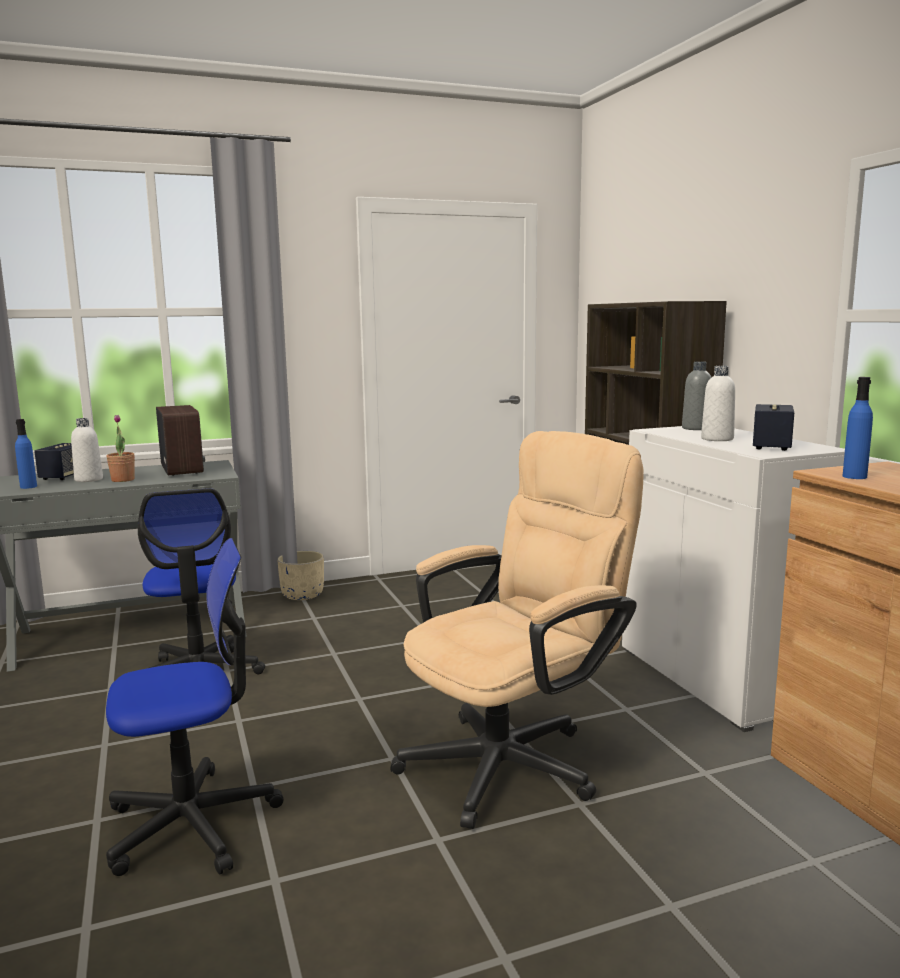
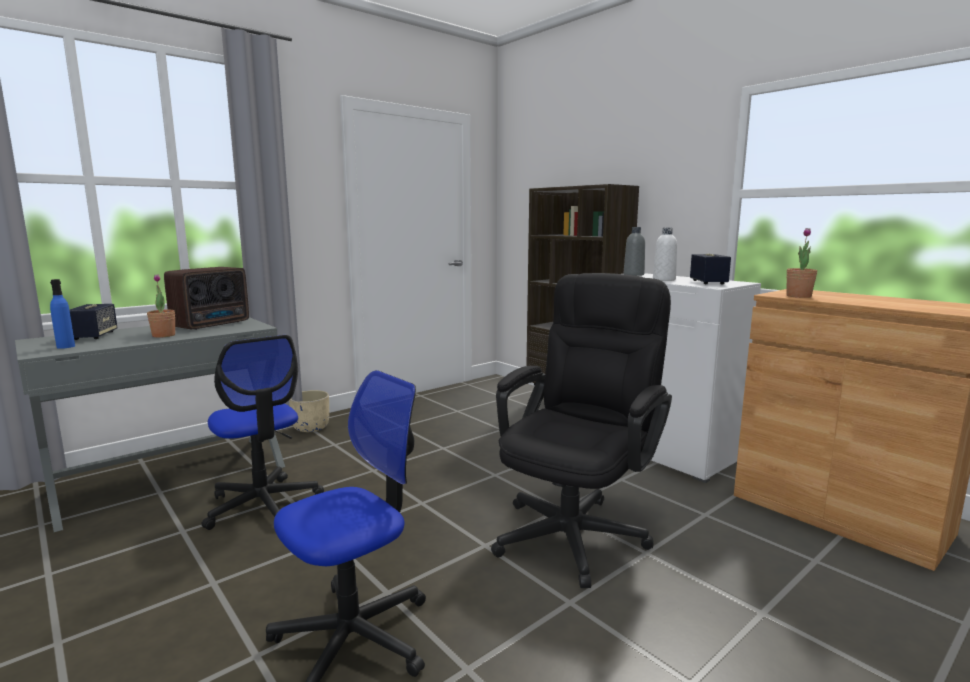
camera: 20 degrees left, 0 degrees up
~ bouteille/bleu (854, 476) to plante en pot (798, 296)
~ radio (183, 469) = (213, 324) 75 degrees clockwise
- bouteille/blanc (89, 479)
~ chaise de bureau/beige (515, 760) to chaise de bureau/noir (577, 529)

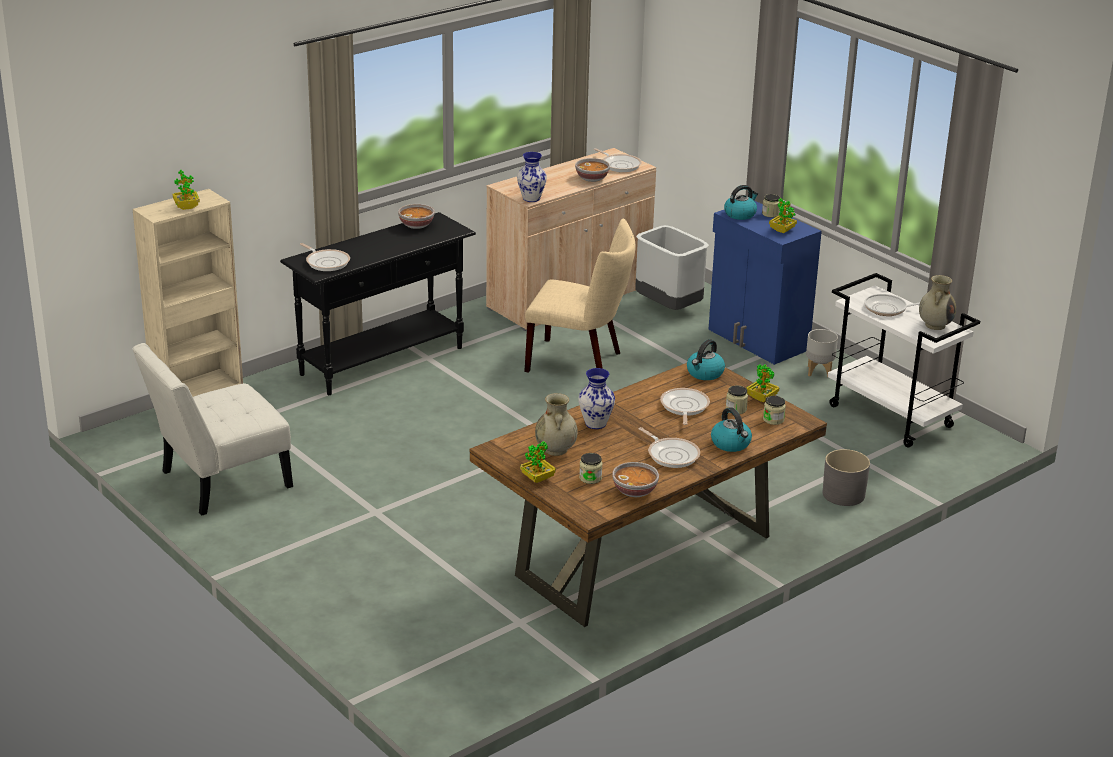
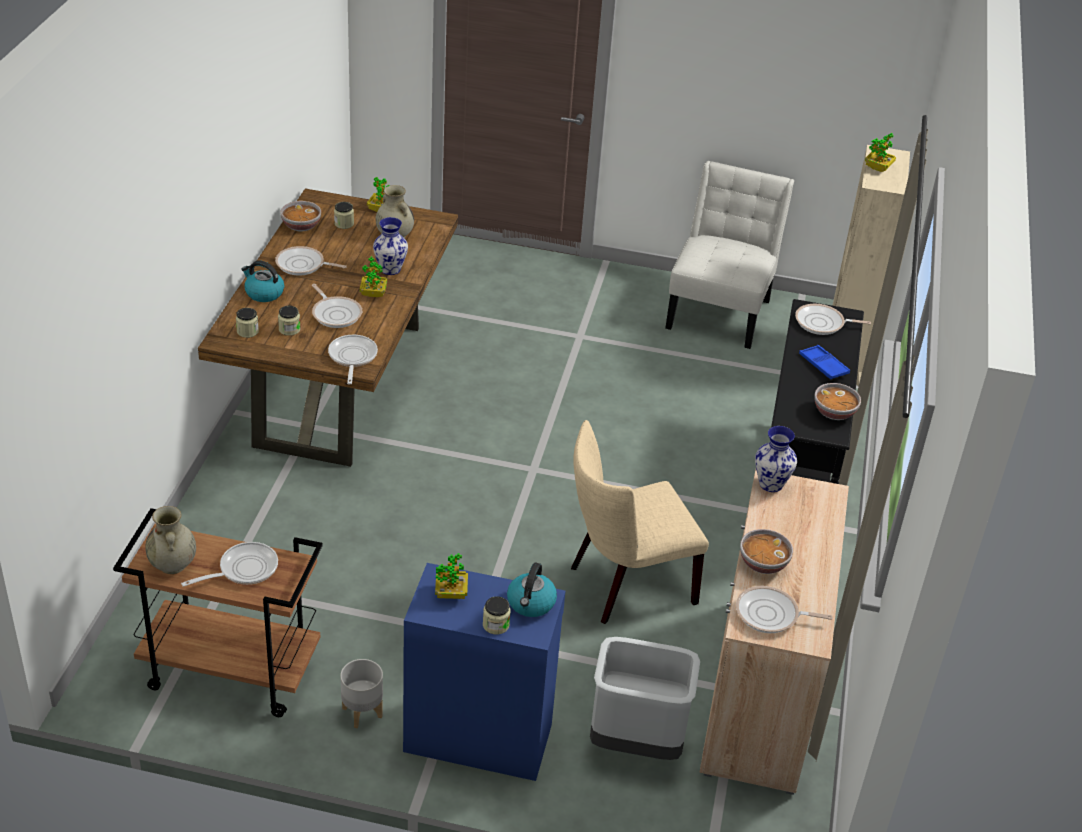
camera: 140 degrees right, 10 degrees up
~ chariot/blanc (892, 416) to chariot/marron (229, 672)
~ bouilloire (705, 373) to poêle (352, 358)
~ plante en pot (762, 398) to (373, 293)
- cache-pot/gris (843, 494)
+ plateau/bleu (823, 365)

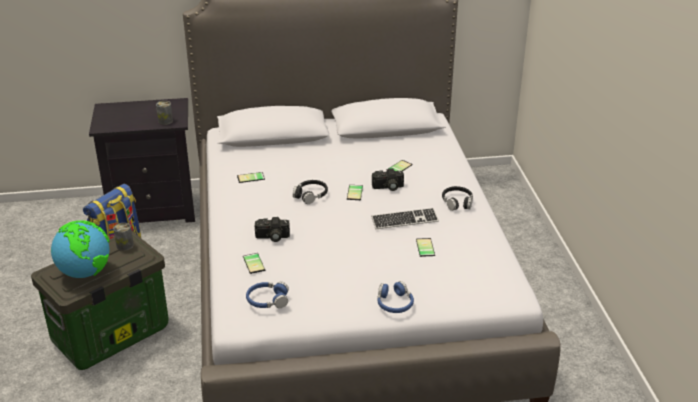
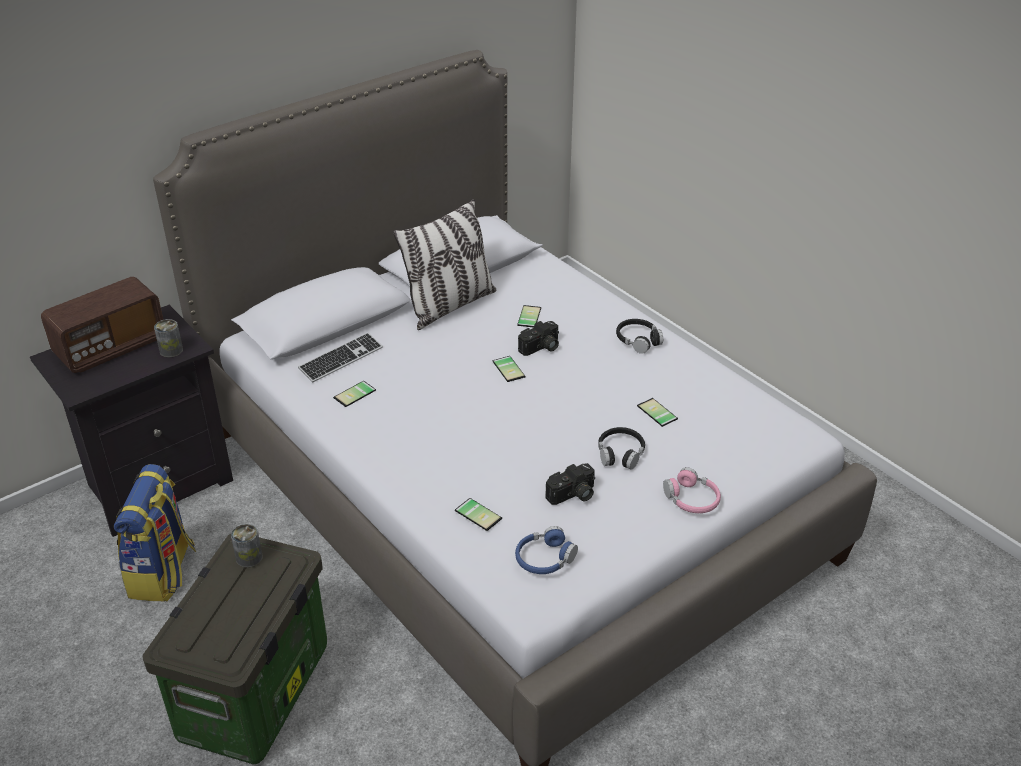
camera: 30 degrees left, 5 degrees up
~ casque audio/noir (311, 195) to (620, 453)
~ clavier (404, 220) to (341, 359)
~ appareil photo (272, 237) to (573, 495)
- globe (85, 272)
~ casque audio/bleu (394, 303) to casque audio/rose (691, 499)
+ coussin (449, 306)
+ radio (111, 347)

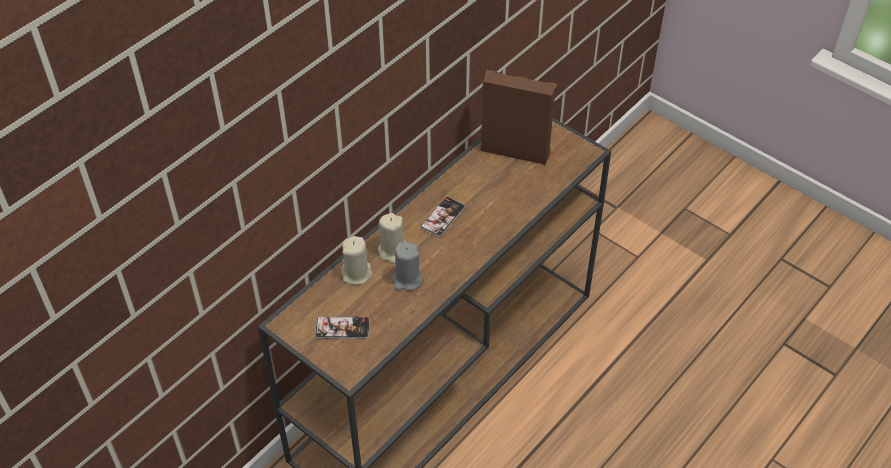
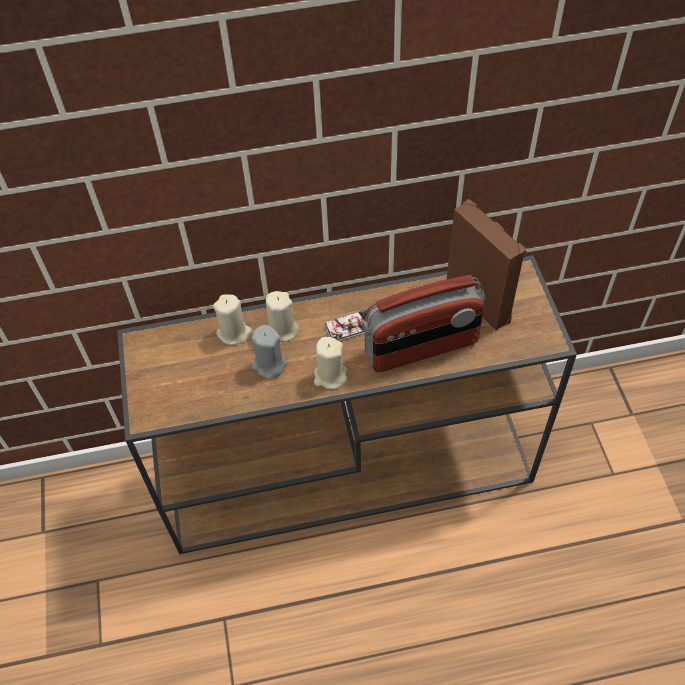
camera: 40 degrees right, 5 degrees up
- téléphone (342, 328)
+ radio (421, 348)
+ bougie/beige (330, 376)

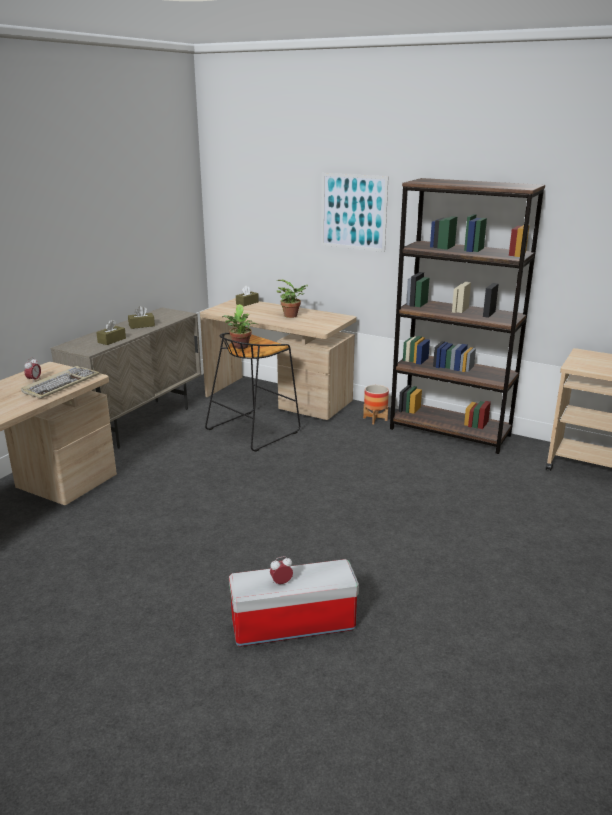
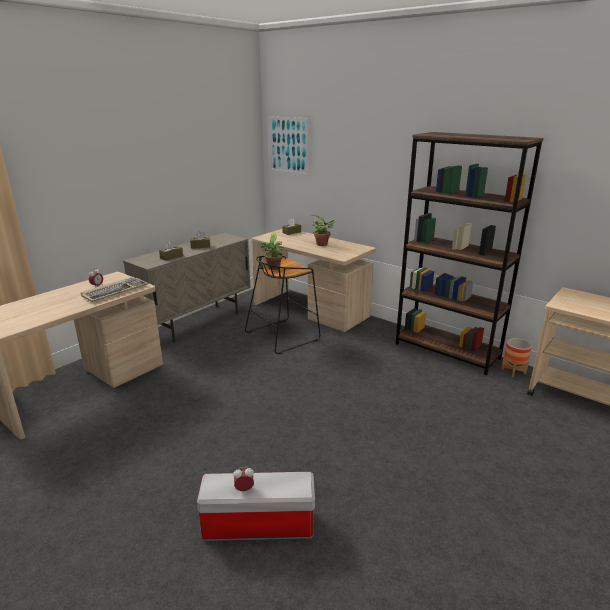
camera: 10 degrees right, 0 degrees up
~ tableau (353, 212) to (288, 145)
~ cache-pot (375, 419) to (513, 371)

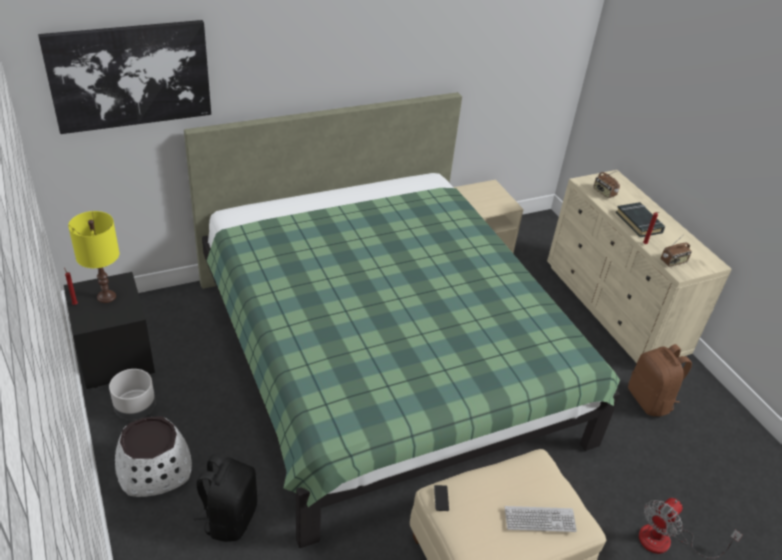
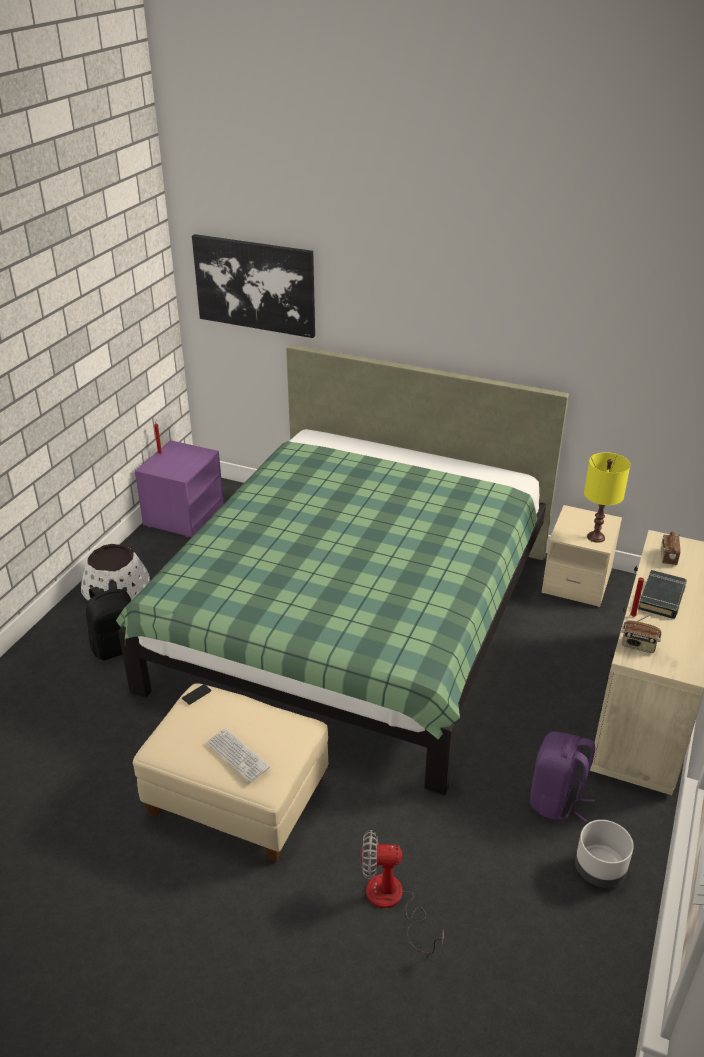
camera: 50 degrees right, 5 degrees down
~ lampe de table/jaune (106, 296) to (596, 537)
~ table de chevet/noir (114, 355) to table de chevet/violet (183, 514)
~ sac à dos/marron (650, 400) to sac à dos/violet (557, 800)
~ cache-pot/gris (135, 407) to (599, 869)

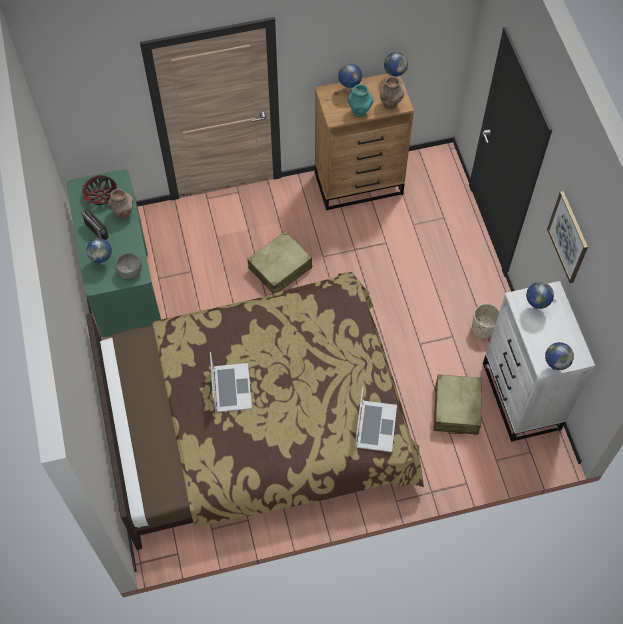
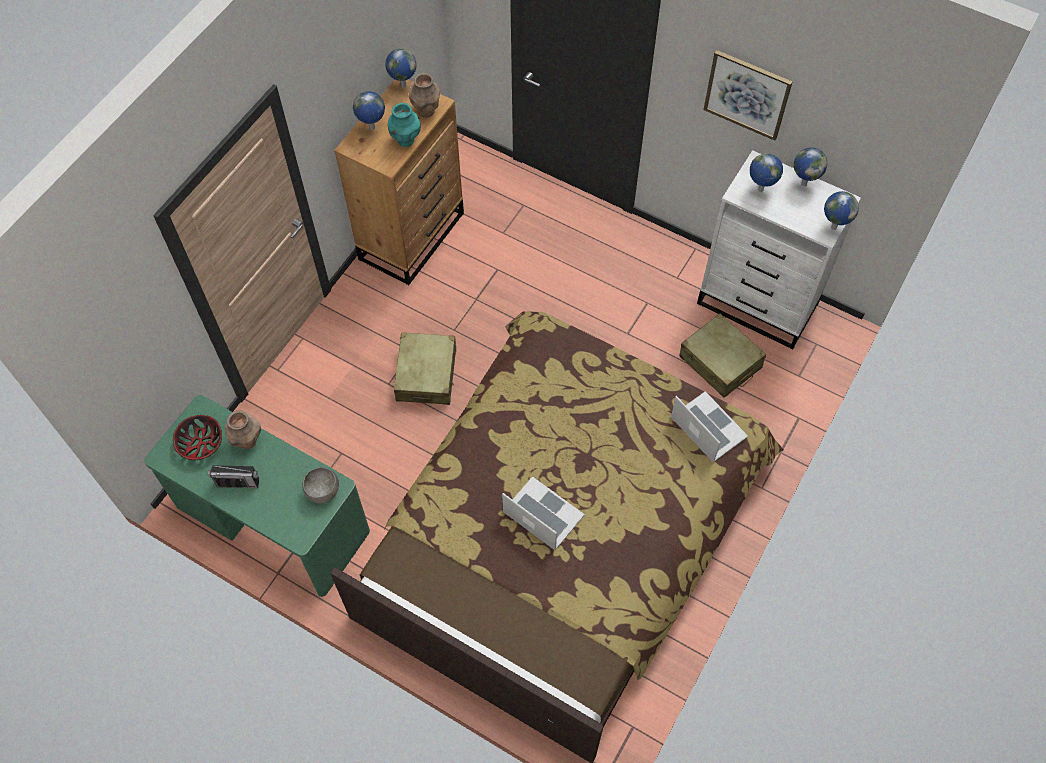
camera: 45 degrees left, 0 degrees up
~ globe (103, 262) to (803, 183)
- cache-pot/beige (483, 328)

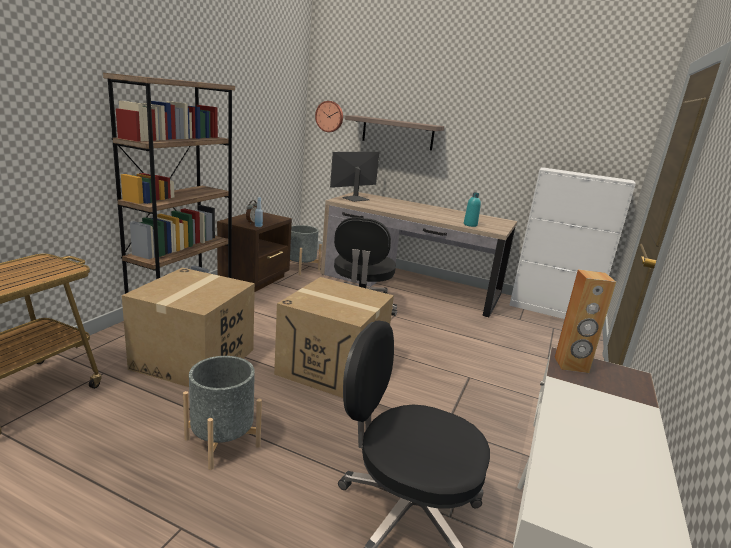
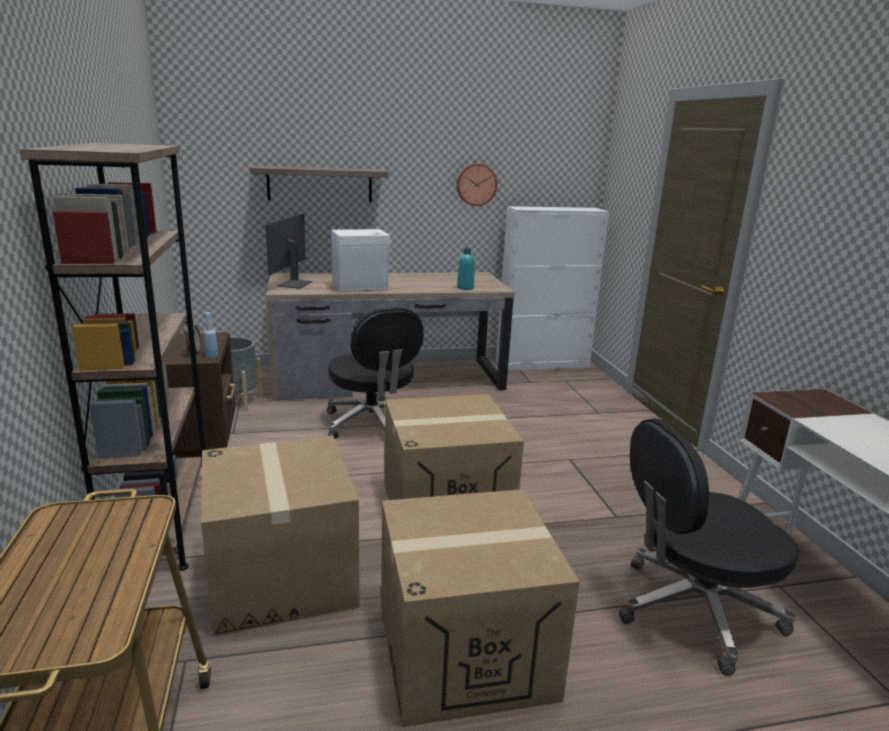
camera: 35 degrees left, 0 degrees up
~ horloge murale (329, 116) to (476, 184)
- enceinte/marron (571, 365)
~ cache-pot/gris (222, 442) to carton (465, 650)
+ enceinte/blanc (361, 287)

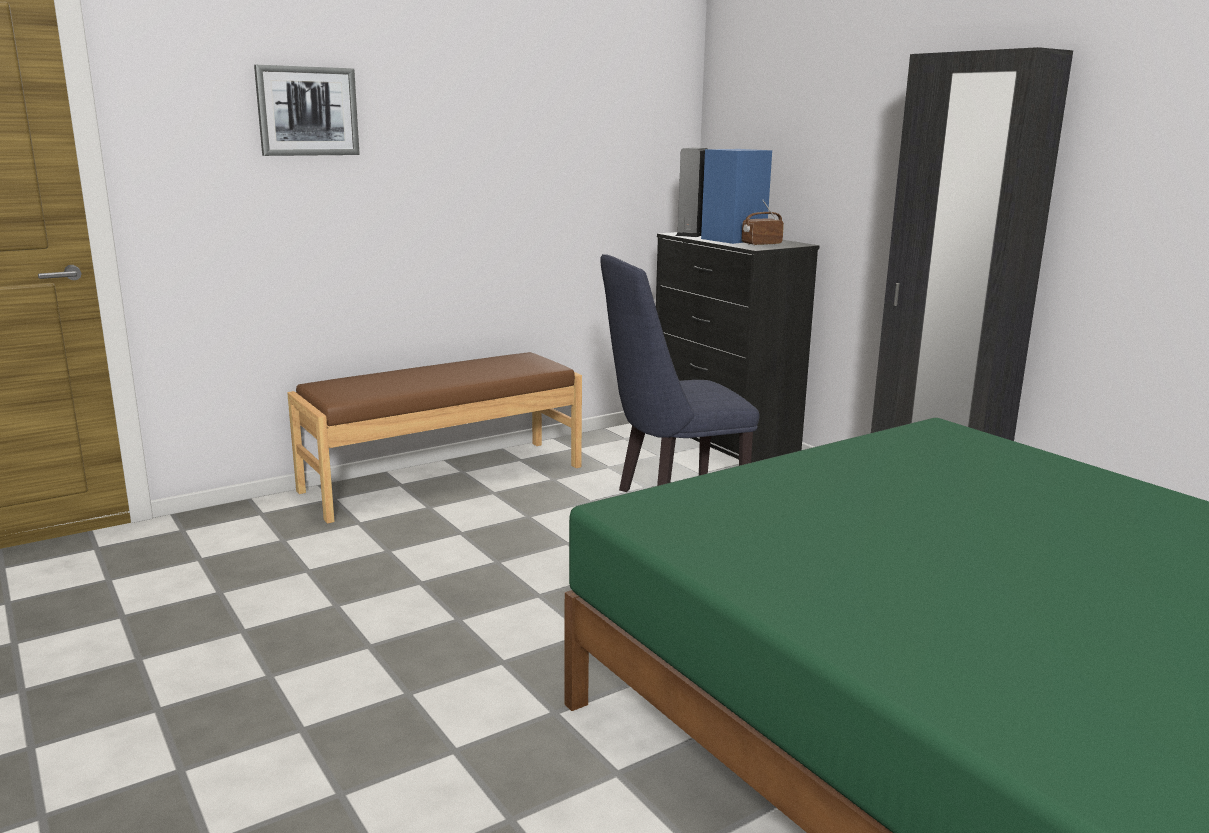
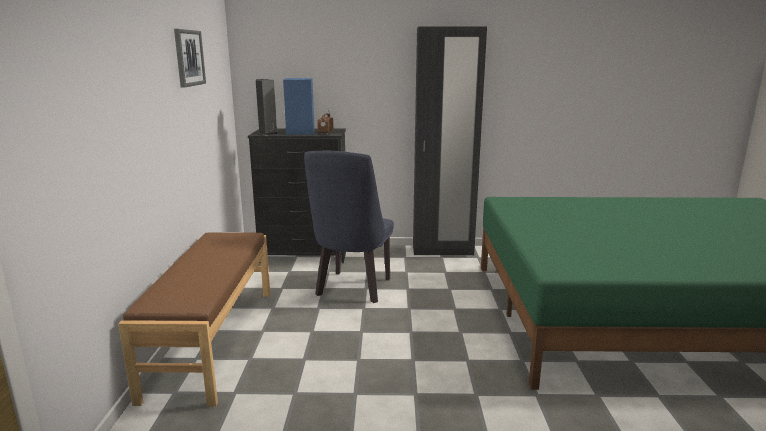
camera: 55 degrees left, 0 degrees up
~ tableau (307, 111) to (189, 58)

